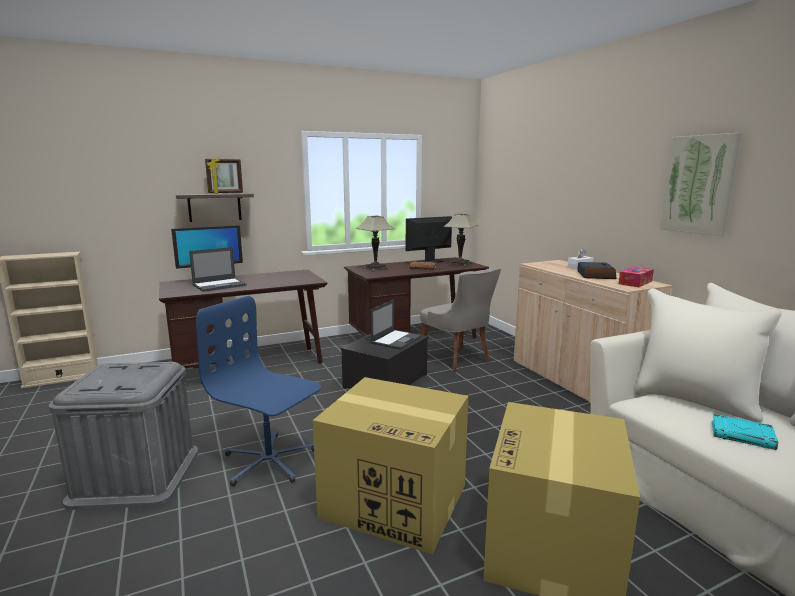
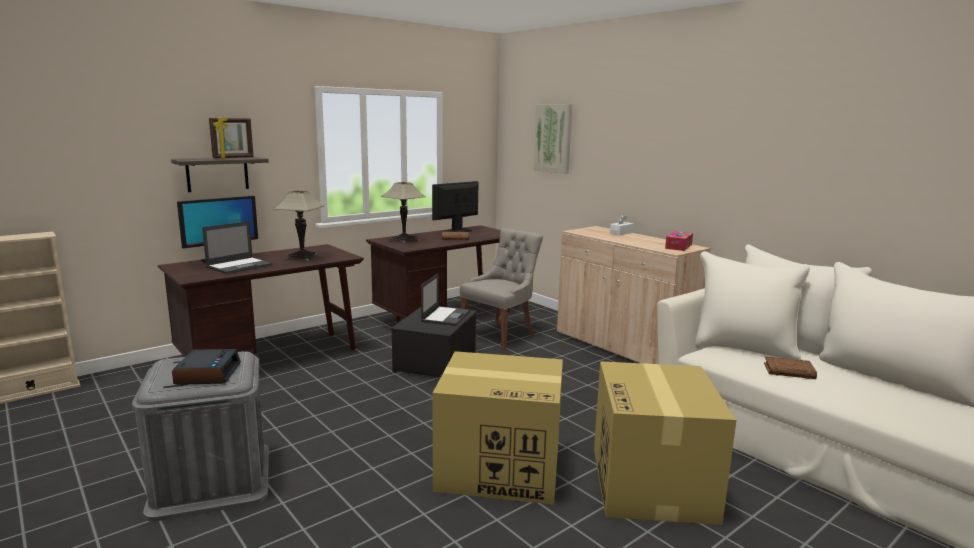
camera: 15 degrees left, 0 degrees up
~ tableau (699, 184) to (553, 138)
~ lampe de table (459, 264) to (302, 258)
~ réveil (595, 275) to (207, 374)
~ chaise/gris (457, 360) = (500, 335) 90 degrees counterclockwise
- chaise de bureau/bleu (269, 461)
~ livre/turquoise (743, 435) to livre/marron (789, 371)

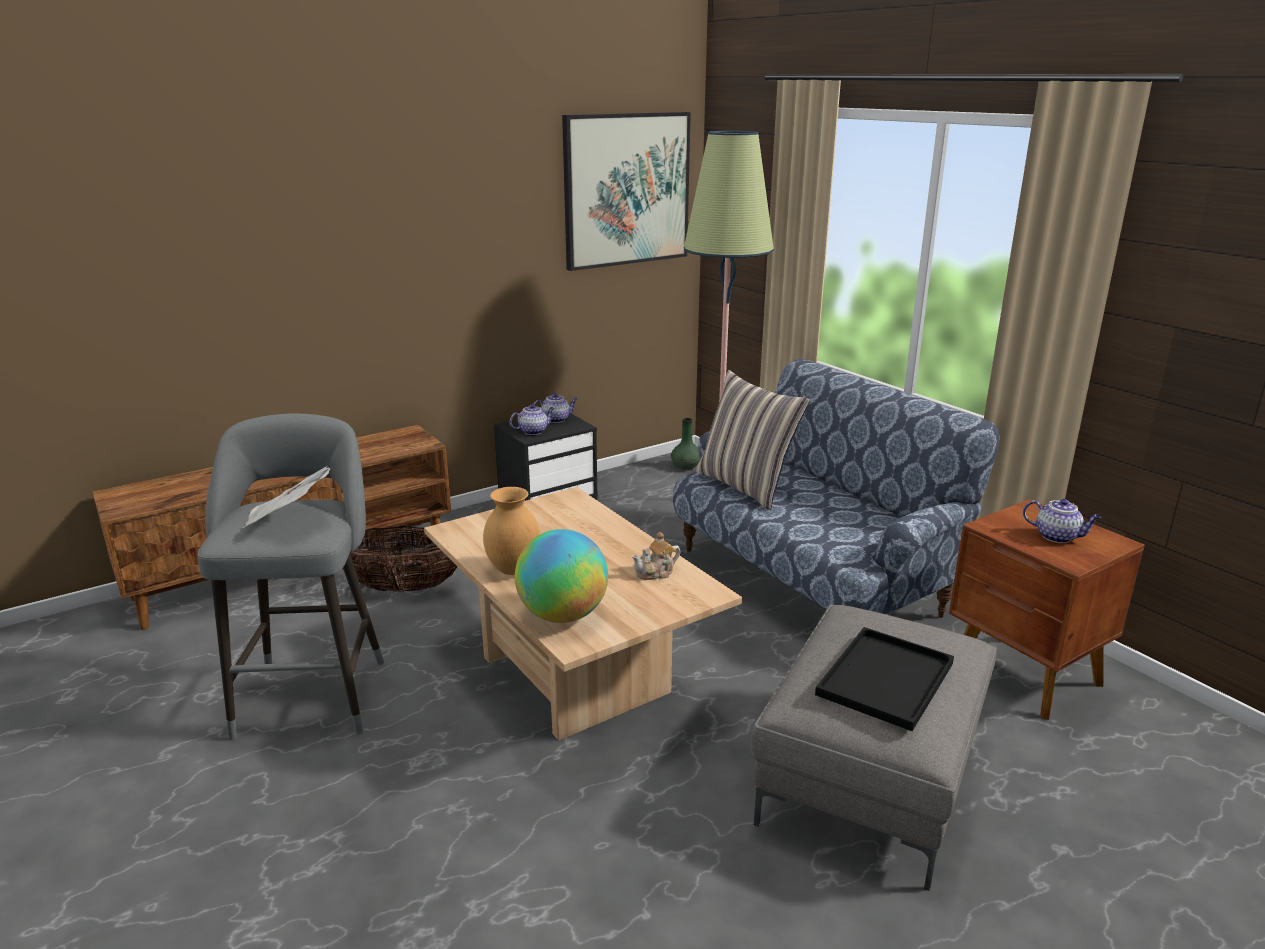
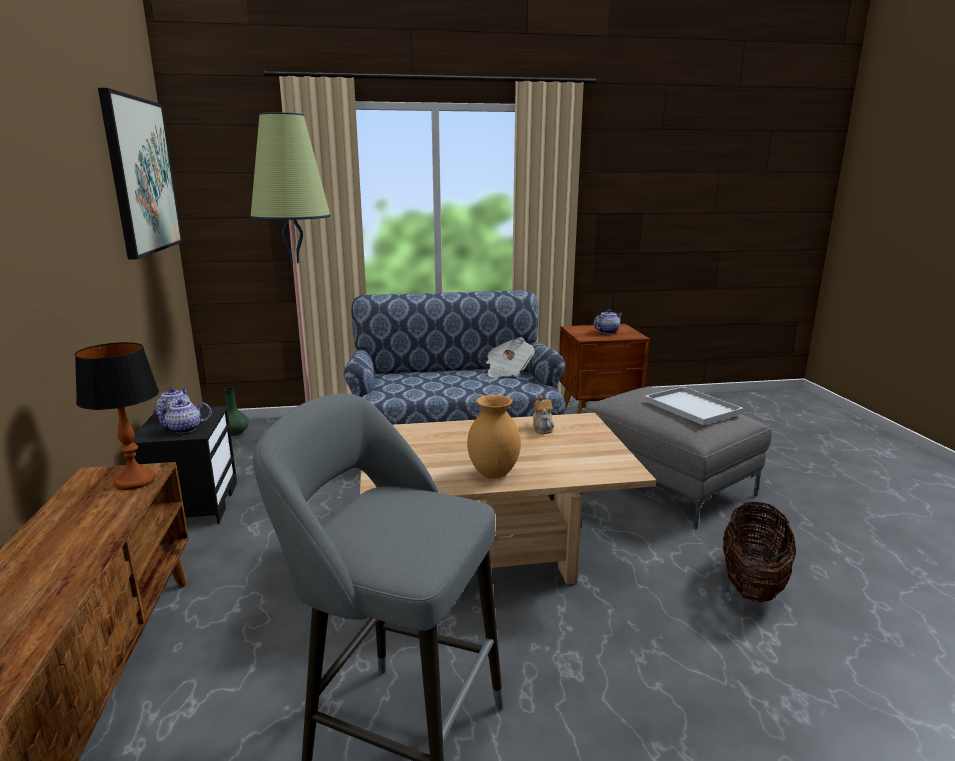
camera: 65 degrees left, 5 degrees down
- coussin (746, 486)
~ théière (533, 431) = (184, 429) 105 degrees counterclockwise
~ journal (289, 519) to (507, 371)
~ panier (404, 588) to (752, 583)
- globe (562, 615)
~ plateau/noir (885, 677) to plateau/blanc (690, 406)
+ lampe de table (135, 481)

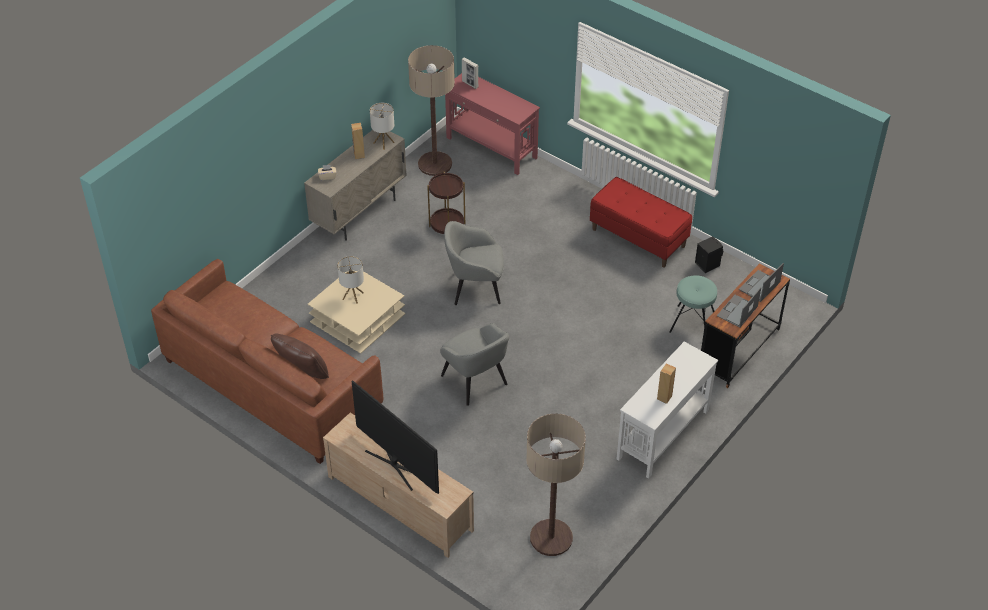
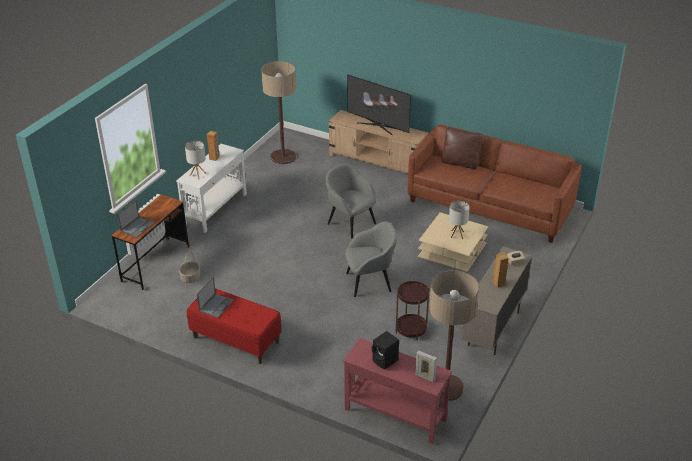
camera: 170 degrees right, 10 degrees down
~ lampe de table (383, 143) to (198, 174)
~ enceinte/noir (707, 264) to (385, 361)
~ tabouret/turquoise (692, 323) to panier (190, 277)
~ ordinateur portable (737, 312) to (216, 305)

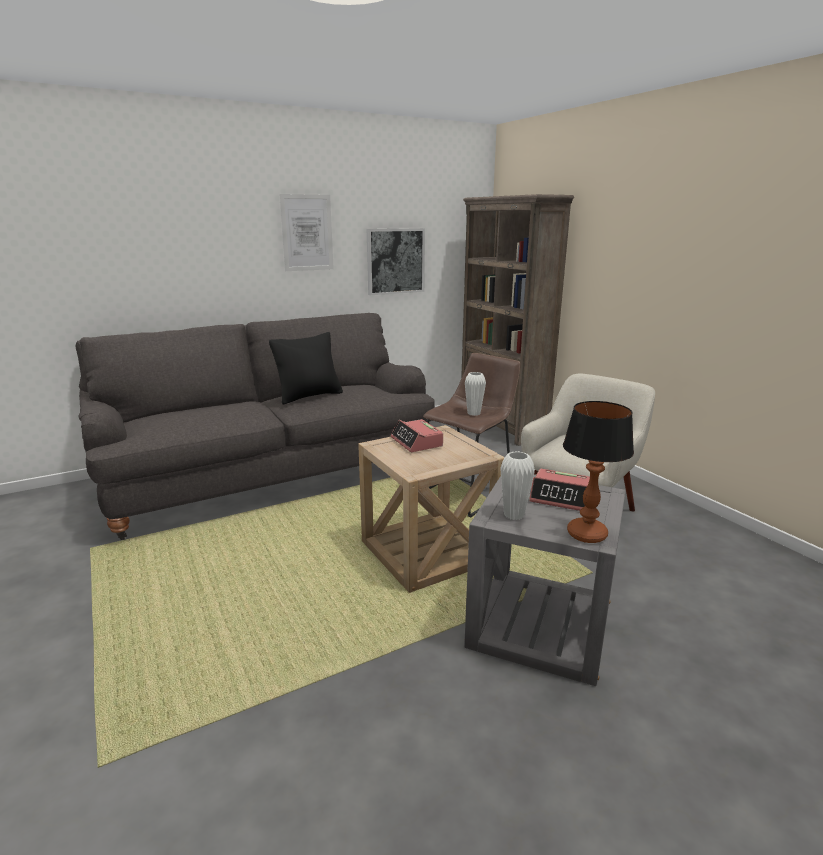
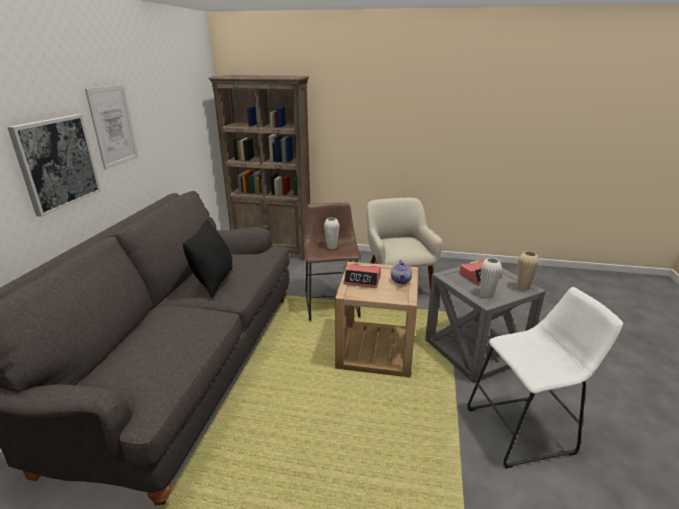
camera: 50 degrees left, 5 degrees up
~ tableau (395, 261) to (57, 163)
~ lampe de table (587, 534) to vase/beige (522, 287)
+ théière (401, 280)
+ tabouret/blanc (525, 430)

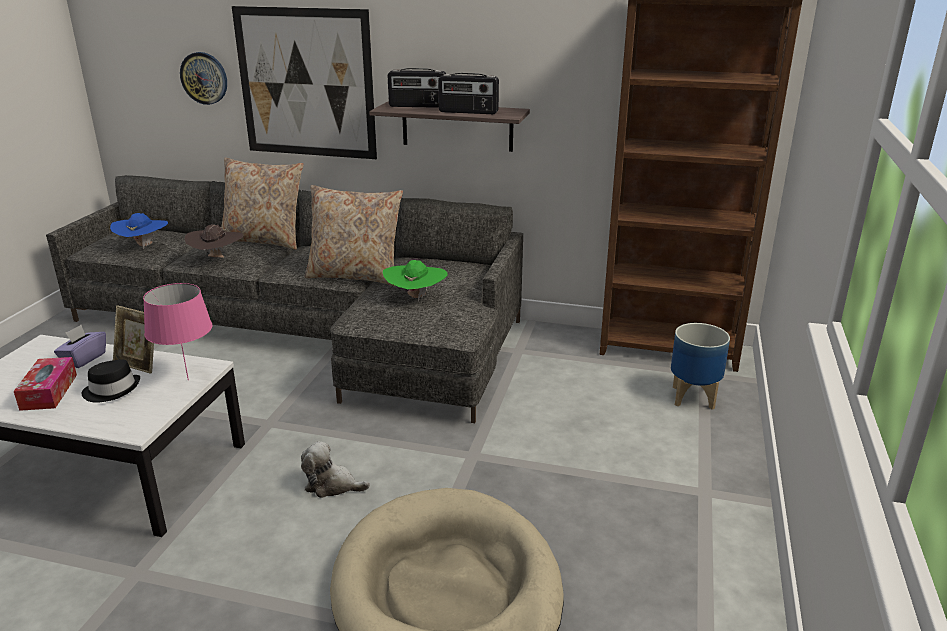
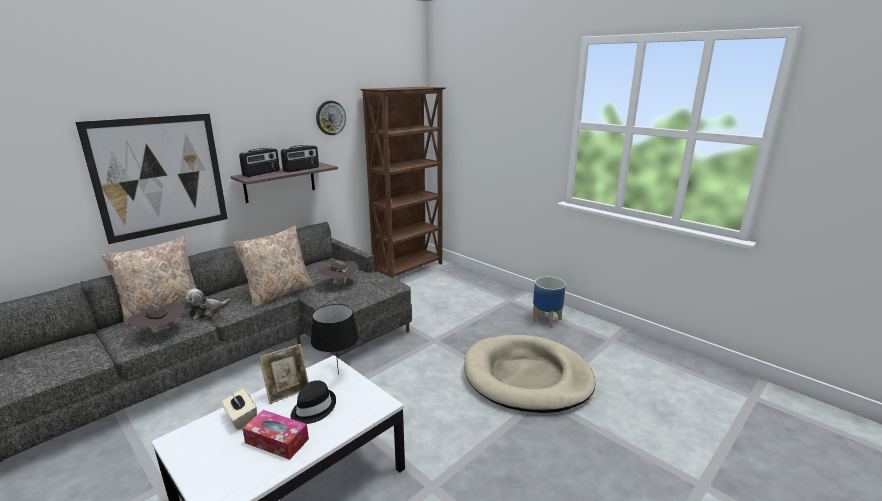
camera: 60 degrees left, 5 degrees down
~ horloge murale (204, 78) to (330, 118)
- chapeau/bleu (143, 246)
~ chapeau/vert (416, 297) to chapeau/marron (339, 284)
~ lampe de table/rose (188, 380) to lampe de table/noir (339, 374)
~ cache-pot (694, 397) to (546, 319)
~ boîte à mouchoirs/violet (84, 359) to boîte à mouchoirs/beige (241, 418)
~ peluche (332, 485) to (207, 312)

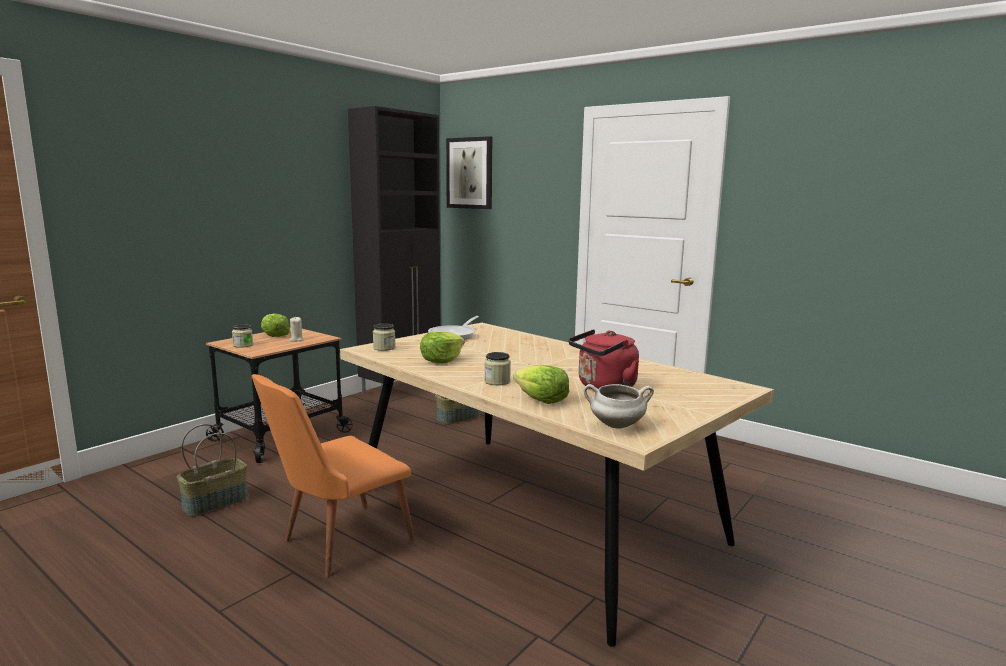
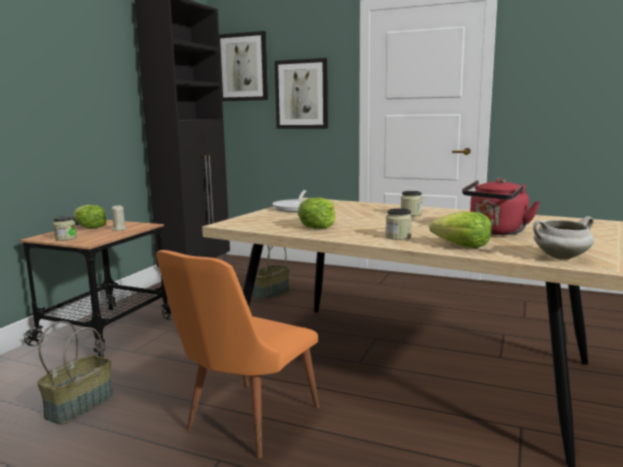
camera: 15 degrees left, 0 degrees up
~ bocal (384, 348) to (411, 214)
+ tableau (302, 94)

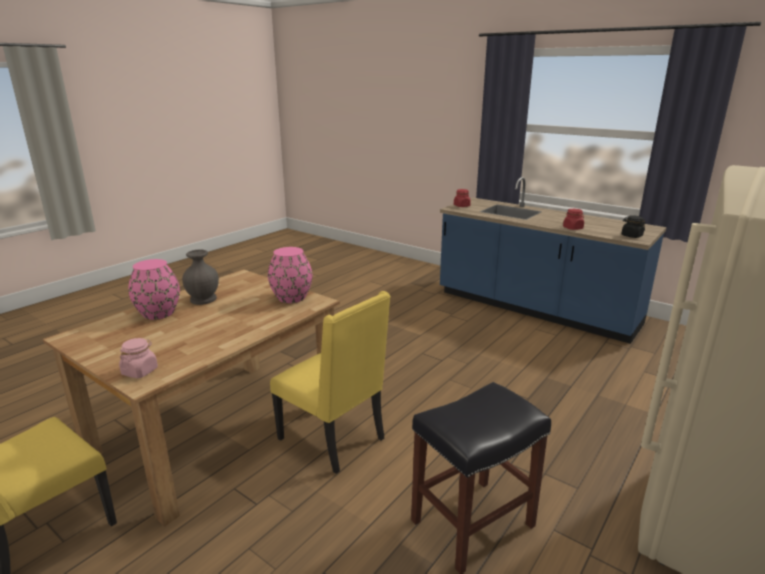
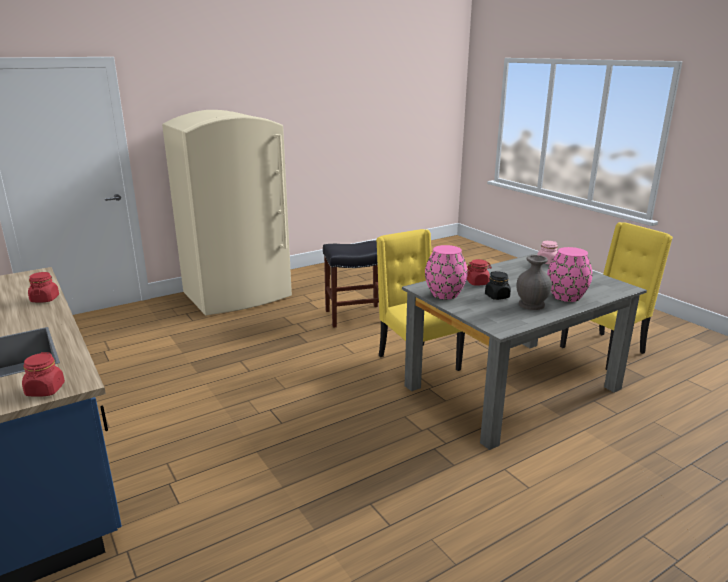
camera: 160 degrees left, 0 degrees up
~ bocal/noir (631, 236) to (497, 296)
~ table à manger/marron (218, 427) to table à manger/gris (512, 388)
+ bocal/rouge (477, 283)

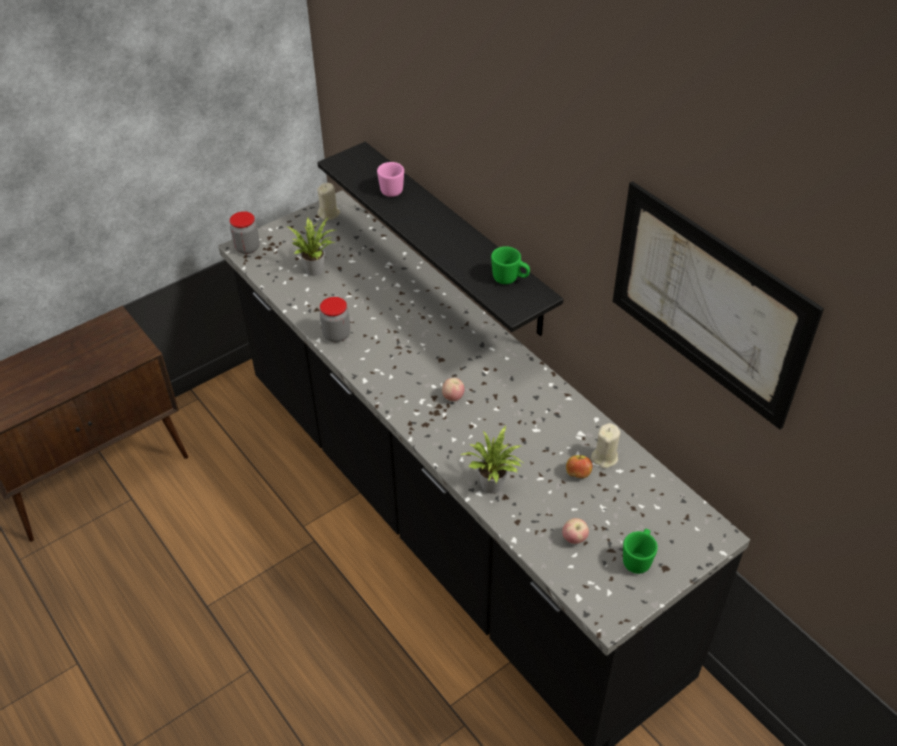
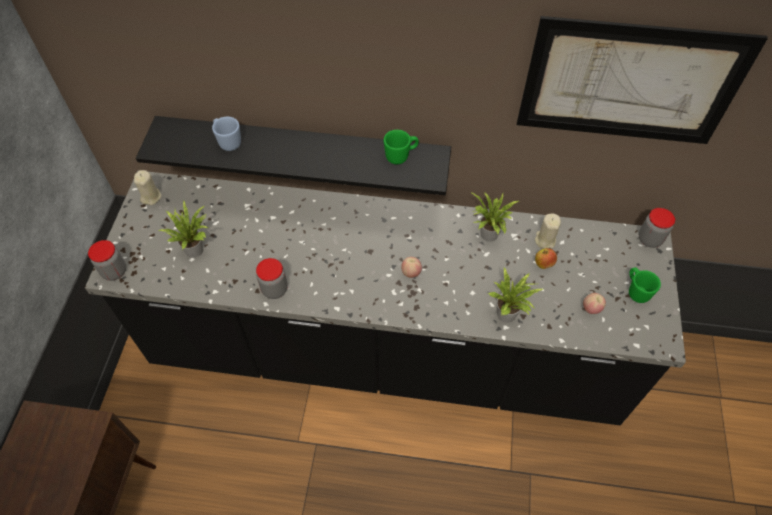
camera: 45 degrees left, 10 degrees up
~ mug/rose (392, 188) to mug/bleu (228, 142)
+ plante en pot (488, 236)
+ bocal (649, 239)

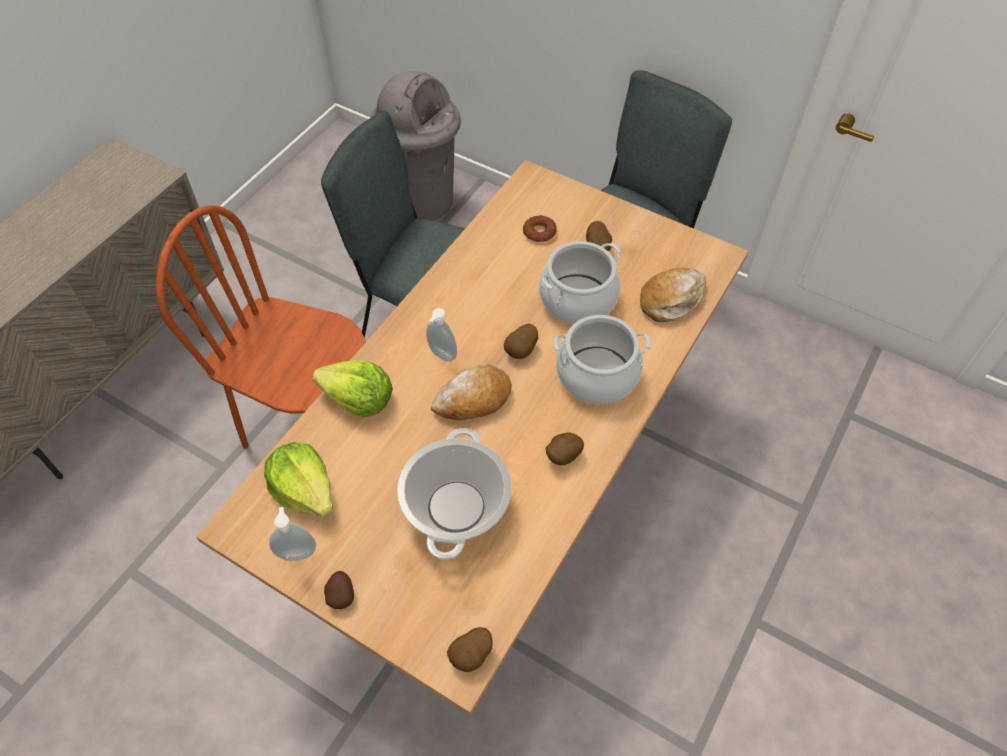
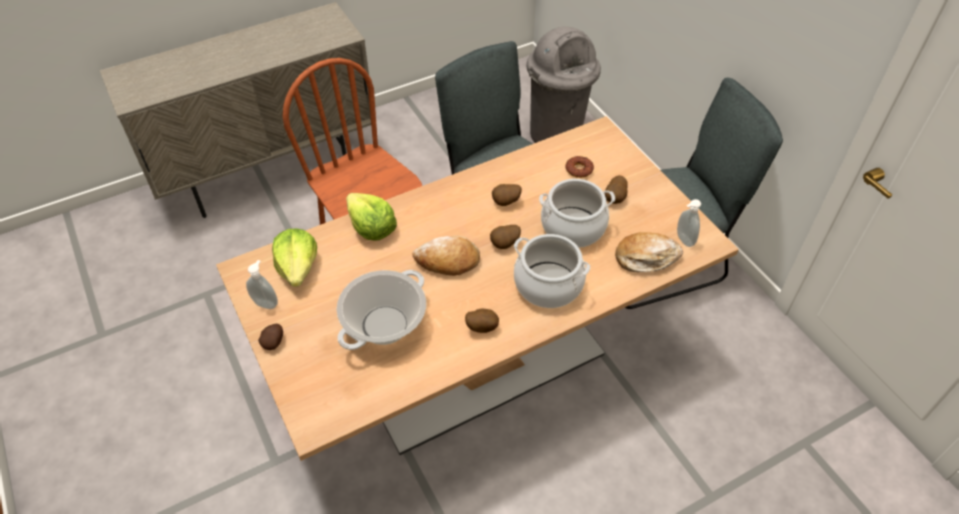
camera: 30 degrees right, 5 degrees down
~ distributeur de savon (441, 355) to (683, 240)
~ pomme de terre (471, 656) to (506, 203)

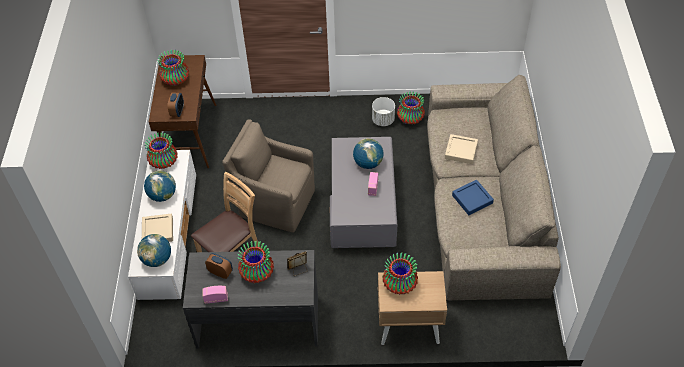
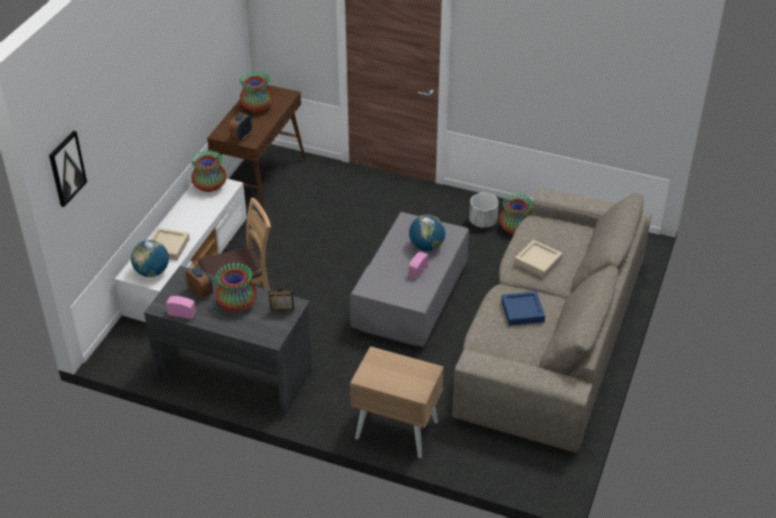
camera: 20 degrees right, 10 degrees down
- fauteuil/marron (275, 202)
- globe (162, 195)
- vase (400, 284)
+ tableau (66, 168)

